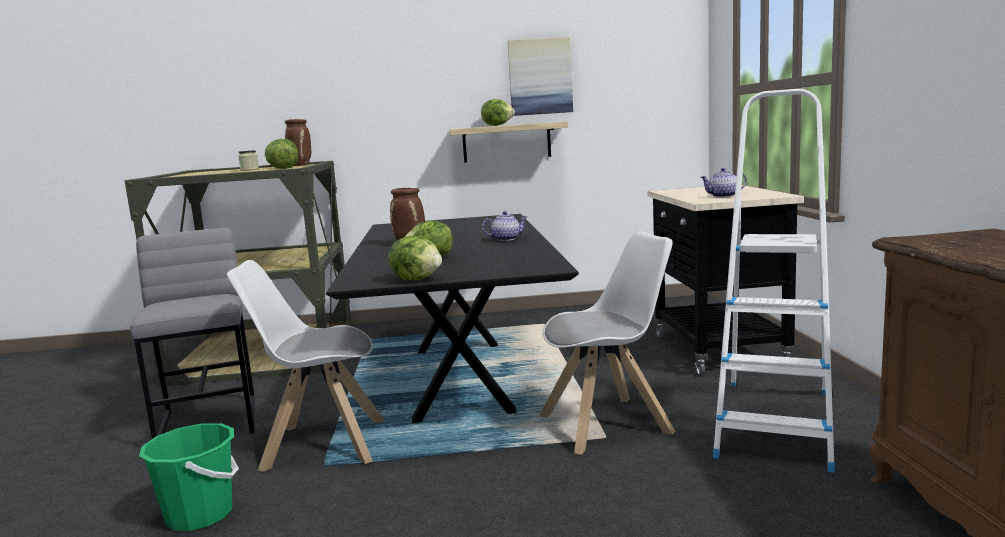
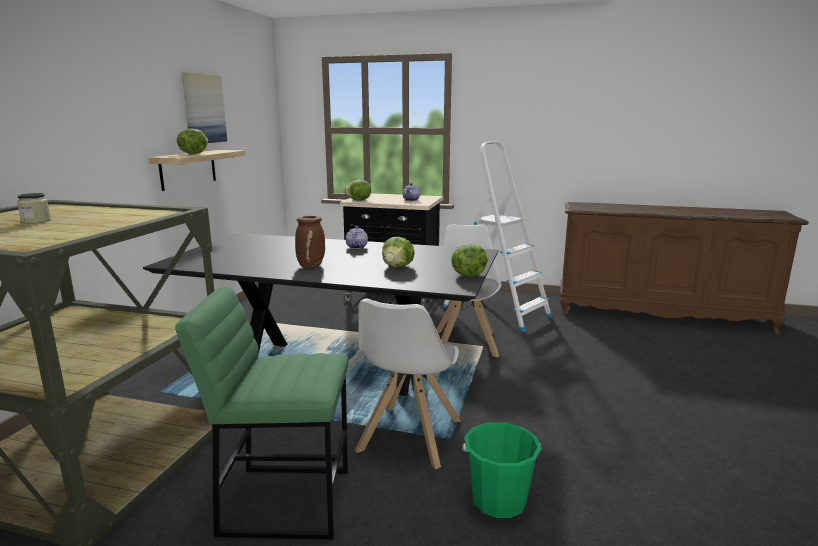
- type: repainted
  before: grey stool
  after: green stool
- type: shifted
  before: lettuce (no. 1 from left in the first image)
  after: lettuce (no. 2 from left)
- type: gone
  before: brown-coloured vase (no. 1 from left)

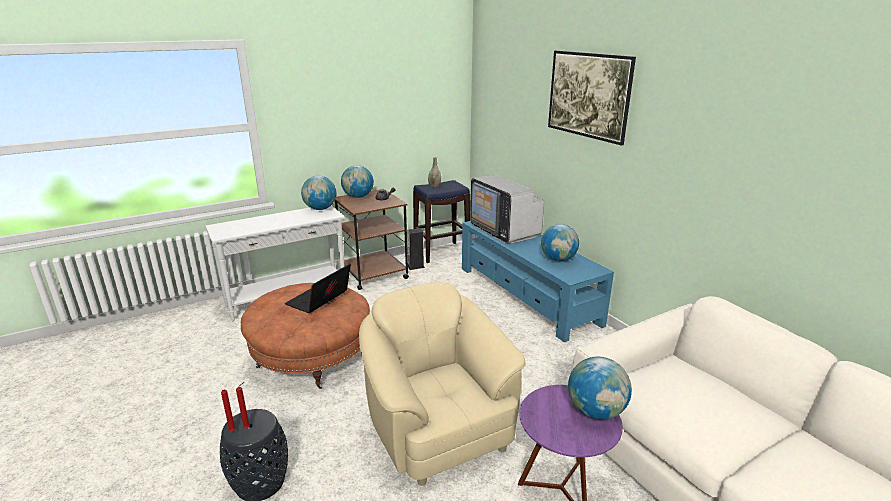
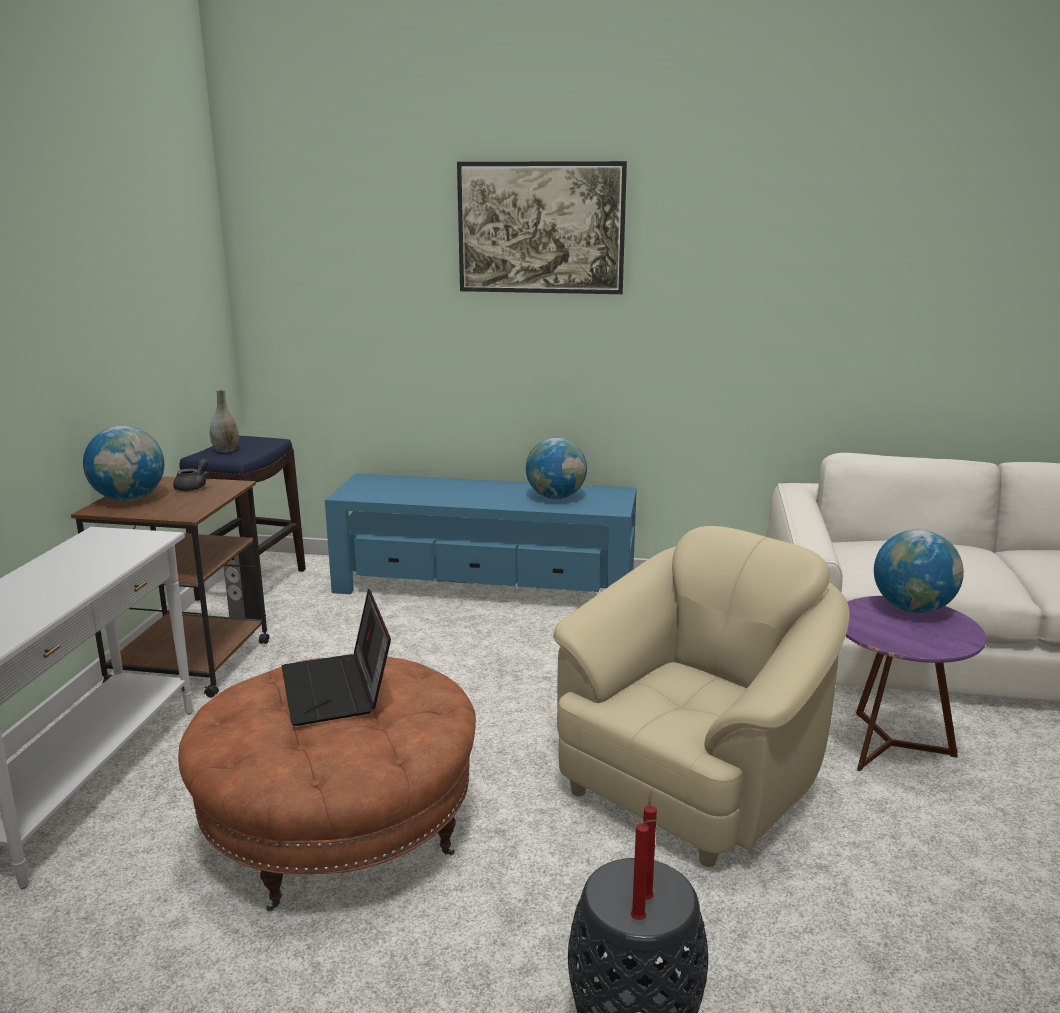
- type: gone
  before: globe (no. 1 from left)
- type: rotated
  before: beige-coloured armchair
  turn: 120
- type: gone
  before: TV

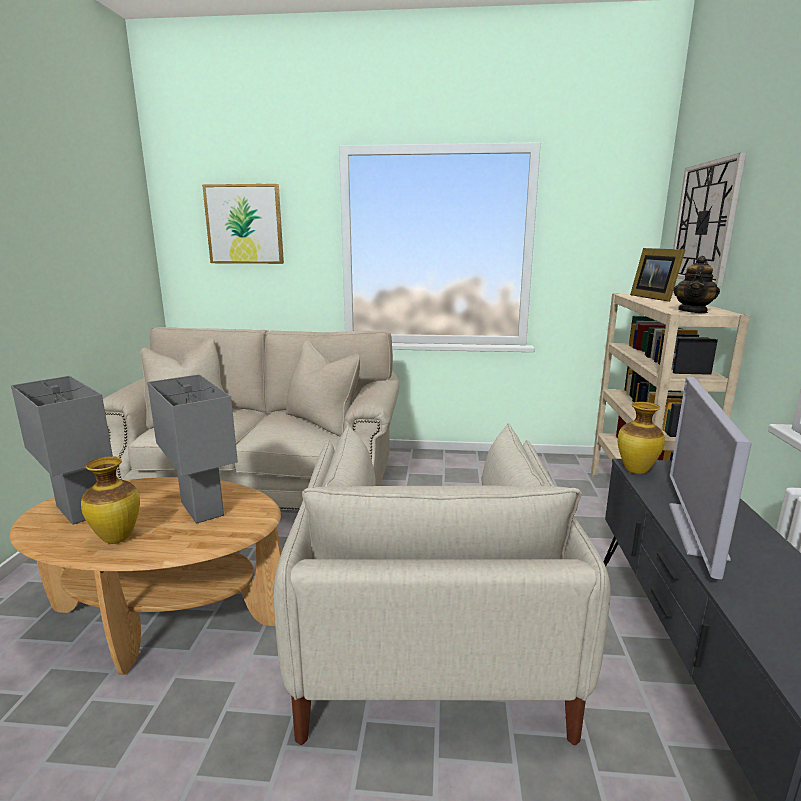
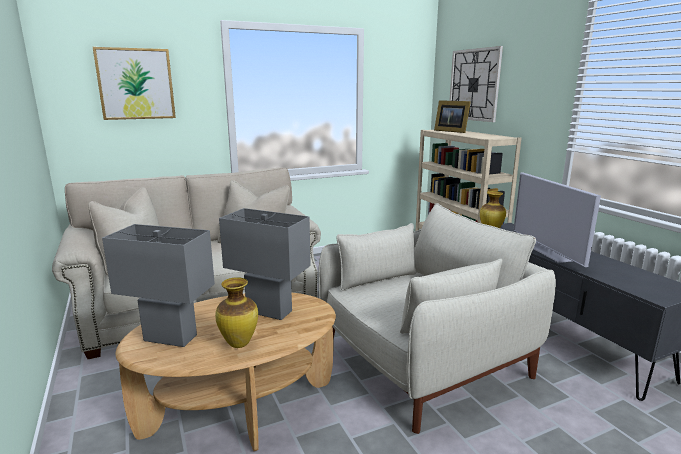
- type: rotated
  before: beige-coloured armchair
  turn: -90
- type: gone
  before: pot for tea

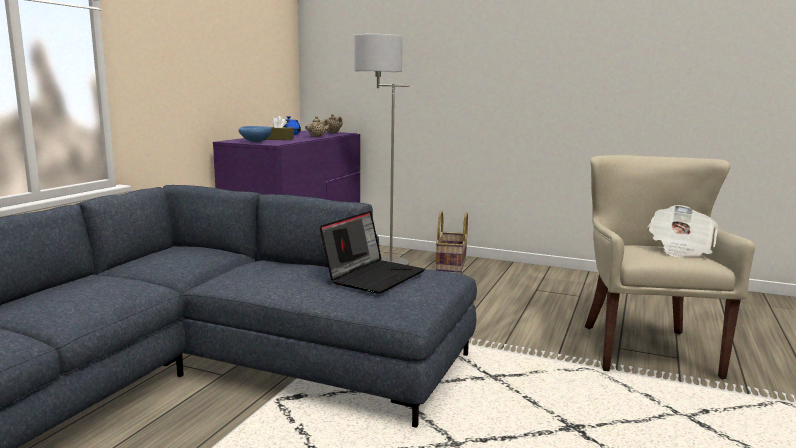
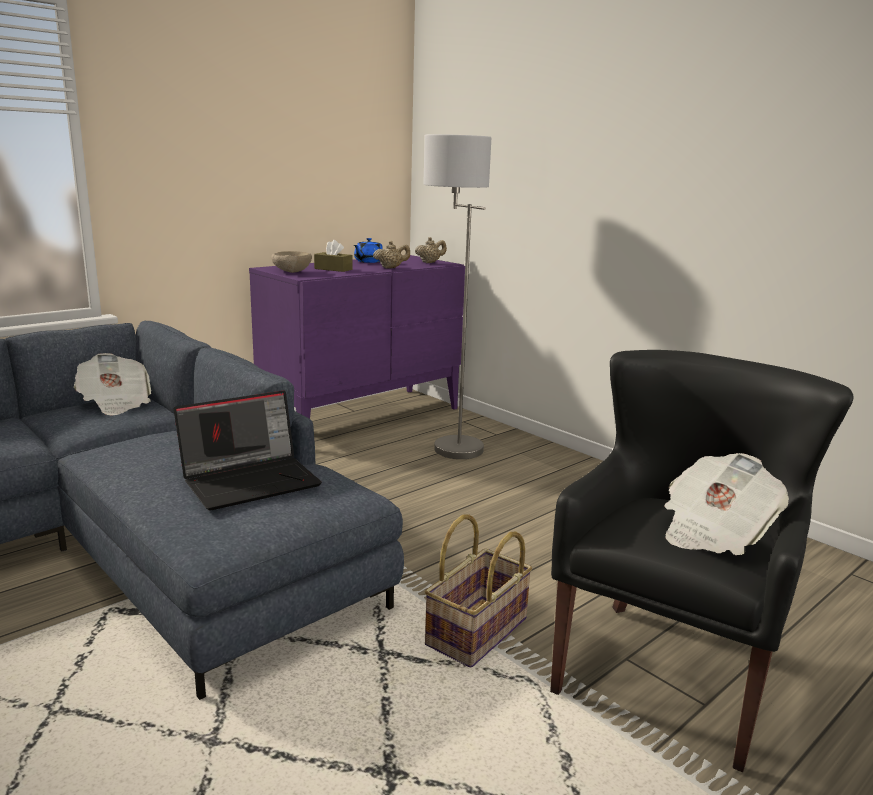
- type: repainted
  before: bluish deep dish
  after: beige-coloured deep dish
- type: shifted
  before: basket
- type: repainted
  before: beige-coloured armchair
  after: black armchair
- type: new
  after: newspaper (no. 1 from left)

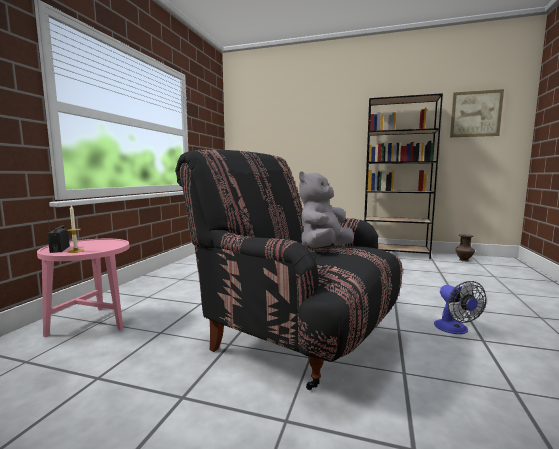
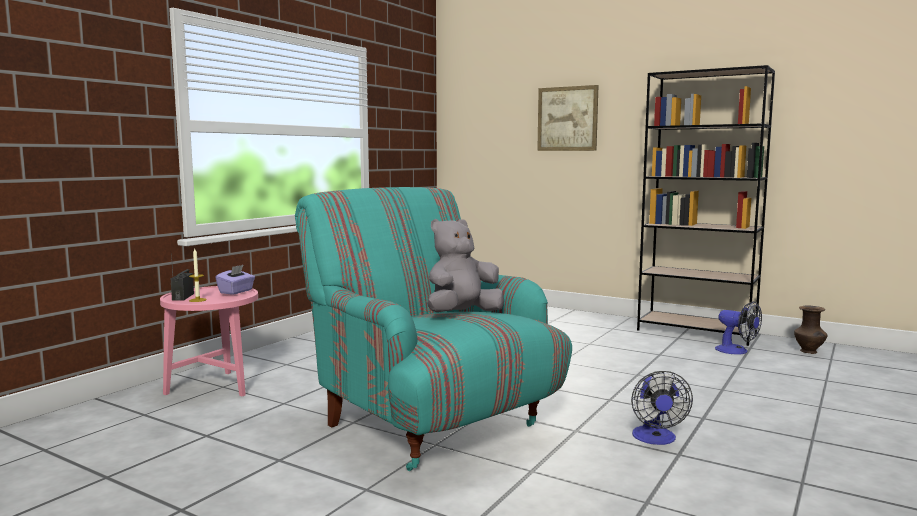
- type: repainted
  before: black armchair
  after: blue-green armchair
- type: shifted
  before: picture
- type: new
  after: purple tissue holder
- type: new
  after: cooling fan (no. 2 from left)

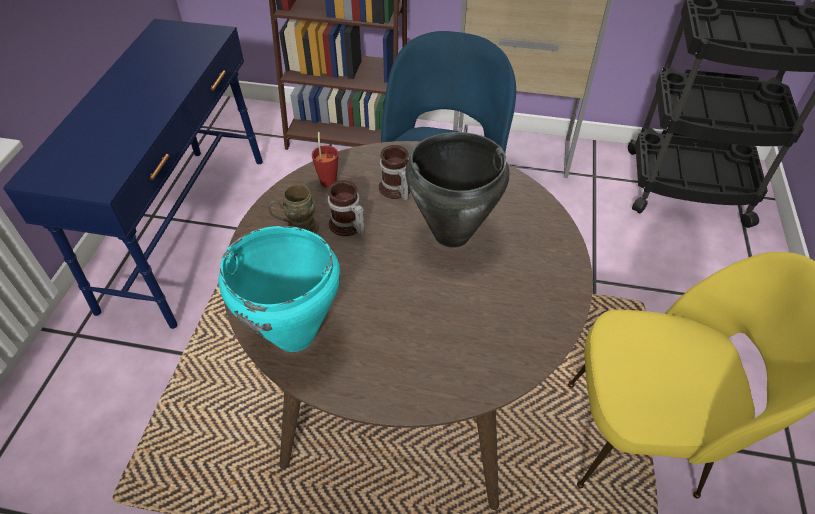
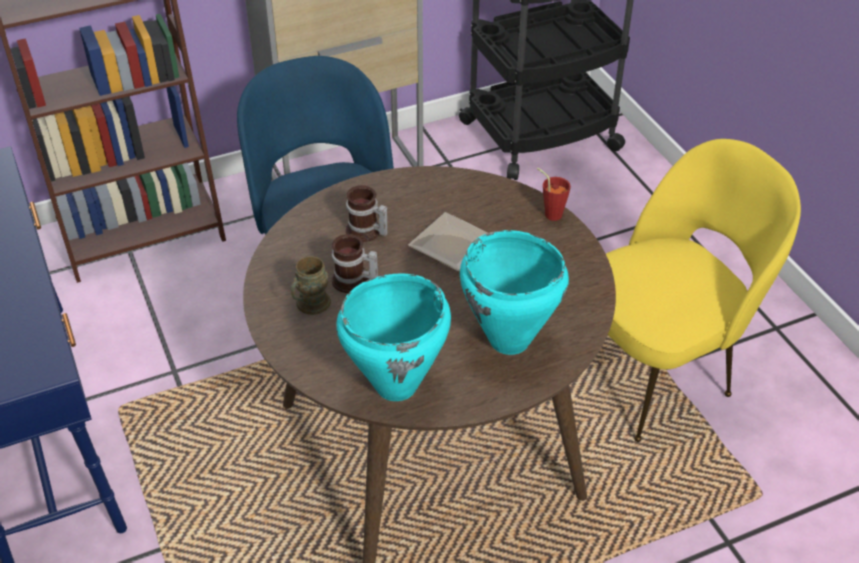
- type: shifted
  before: red-coloured cup
- type: swapped
  before: black stockpot
  after: flat dish
- type: new
  after: blue-green stockpot (no. 2 from left)

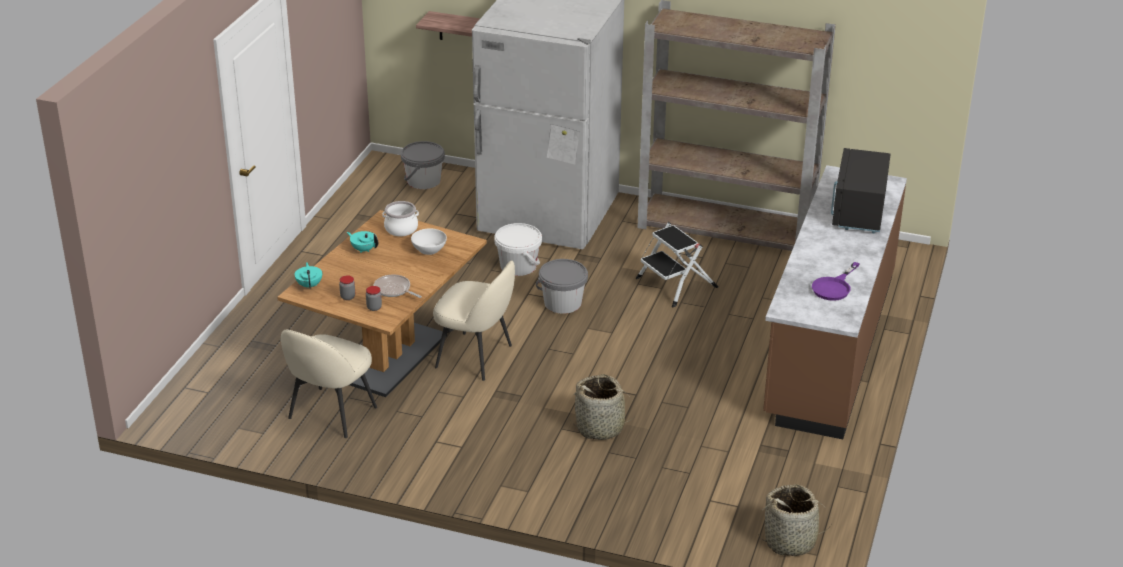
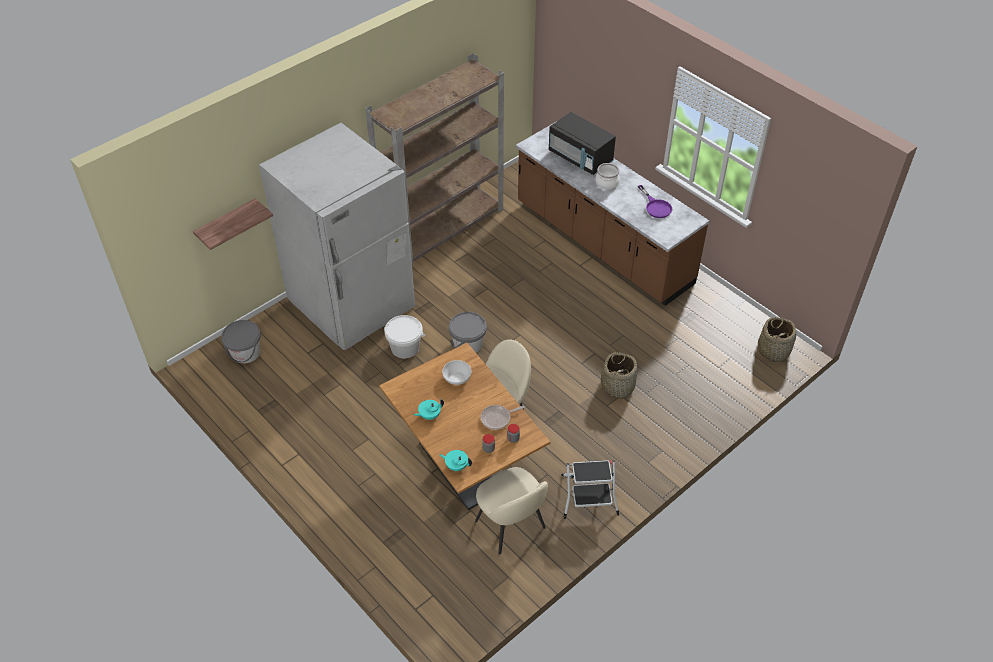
- type: shifted
  before: stockpot
- type: shifted
  before: step ladder

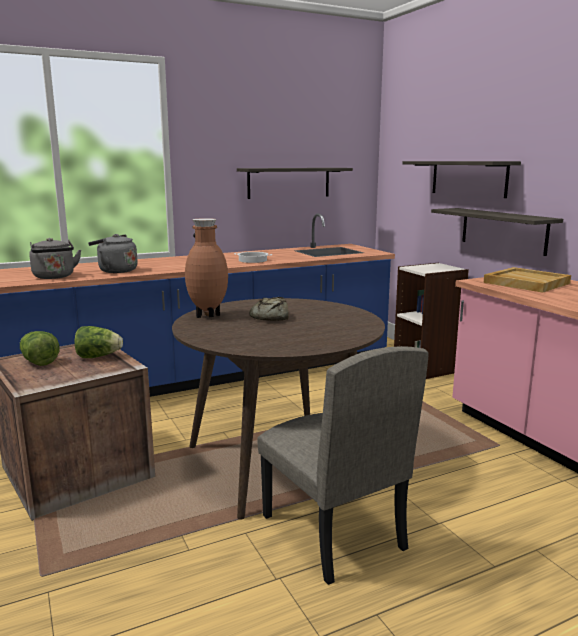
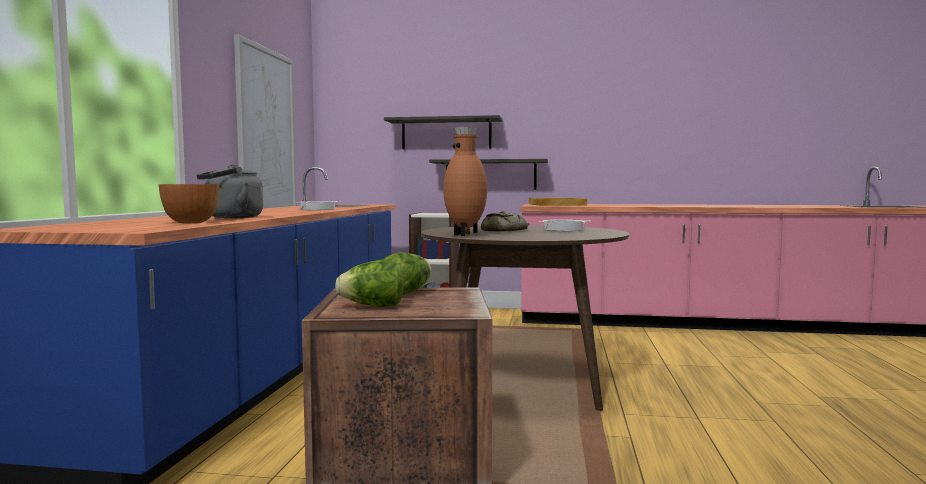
- type: swapped
  before: grey tea kettle (no. 1 from left)
  after: deep dish
- type: swapped
  before: wall shelf (no. 1 from left)
  after: picture
- type: gone
  before: beige-coloured upright chair
- type: new
  after: stockpot (no. 2 from left)

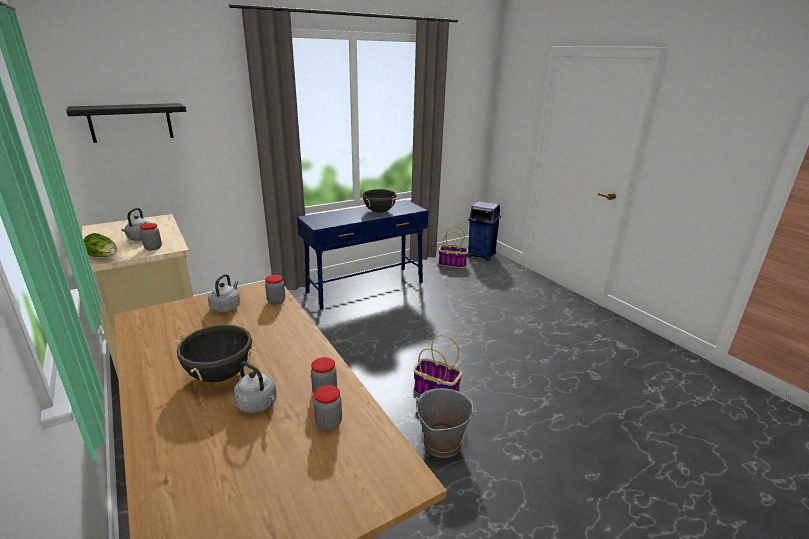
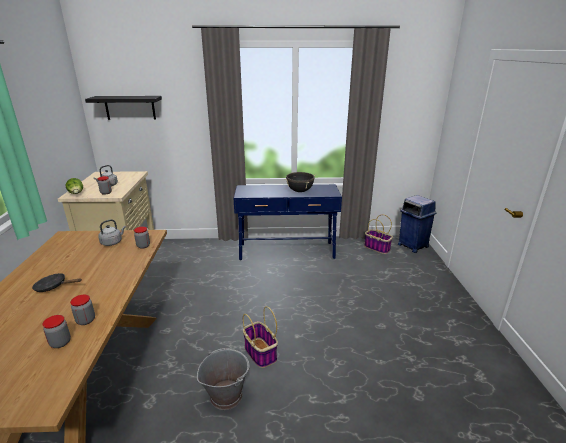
- type: swapped
  before: black stockpot (no. 1 from left)
  after: black frying pan
- type: gone
  before: grey tea kettle (no. 3 from left)

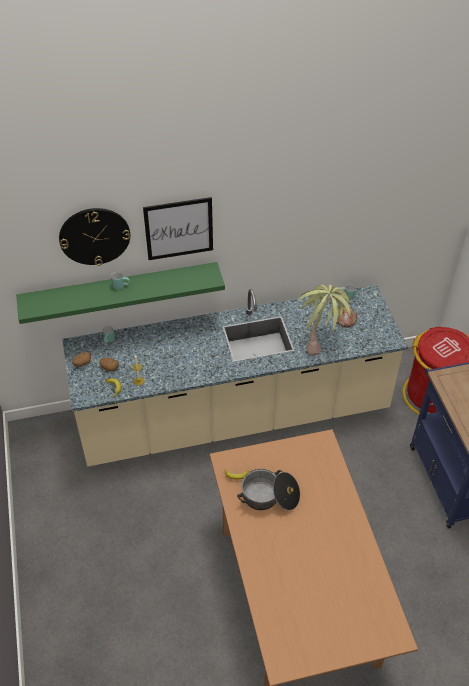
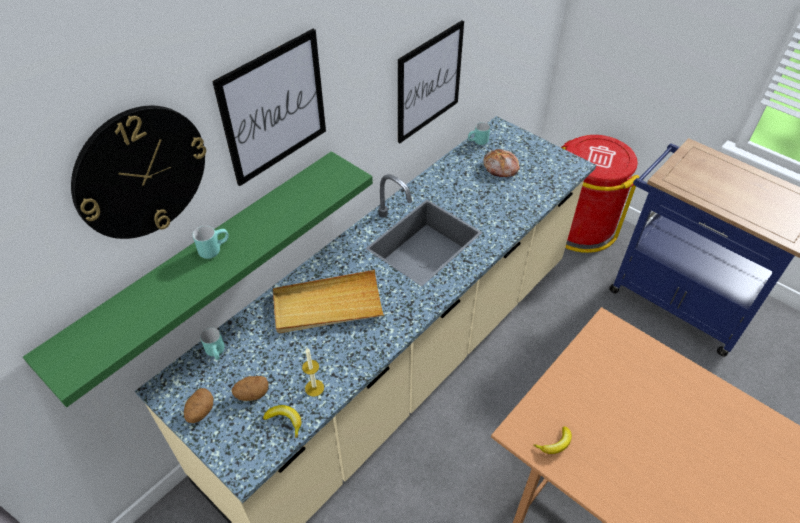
- type: gone
  before: stockpot
- type: gone
  before: plant in a pot
- type: new
  after: beige-coloured serving tray
- type: new
  after: picture (no. 2 from left)

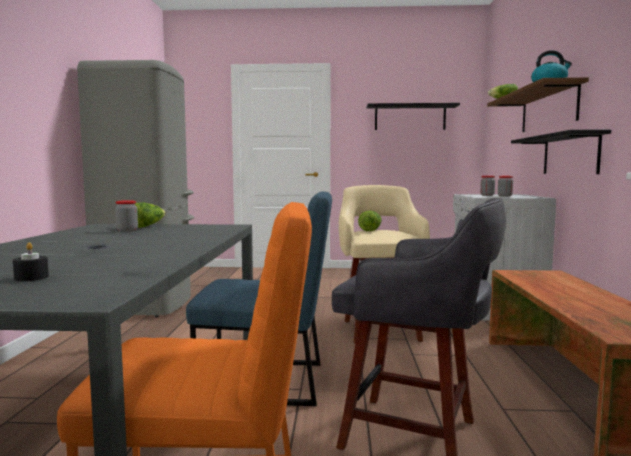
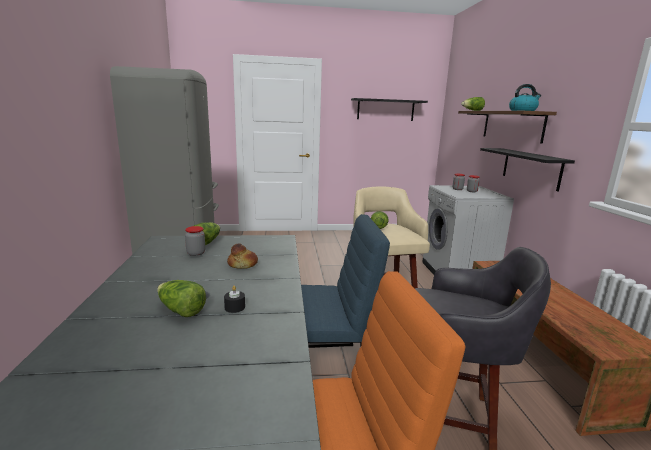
- type: shifted
  before: black candle
- type: new
  after: lettuce (no. 1 from left)
- type: new
  after: bread

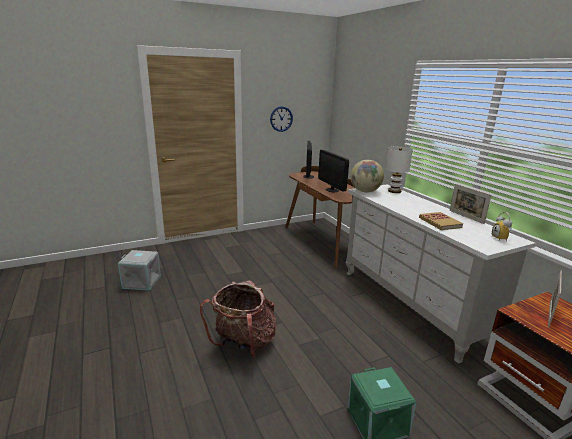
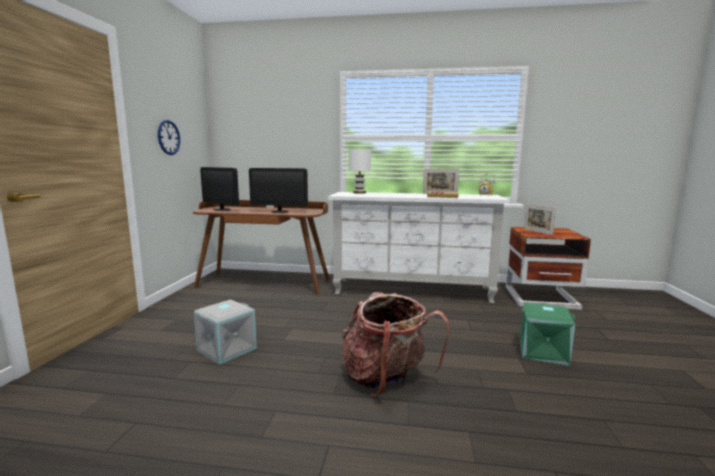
- type: shifted
  before: grey storage container
- type: gone
  before: globe

